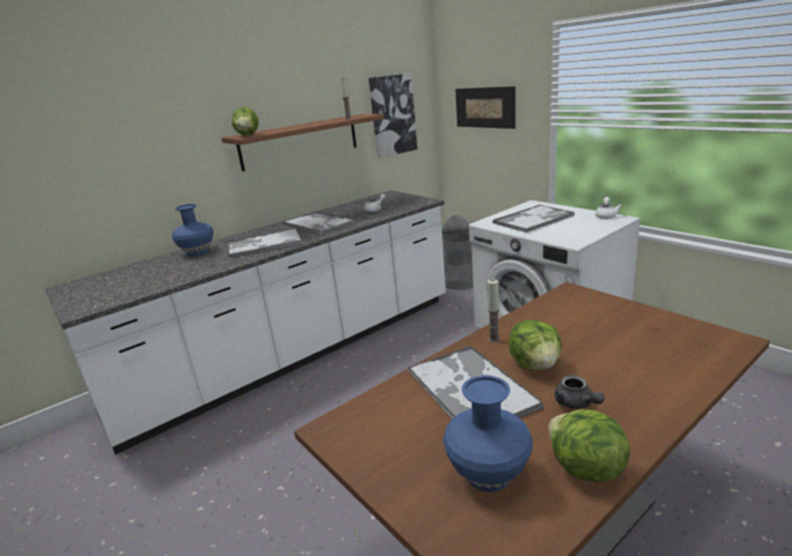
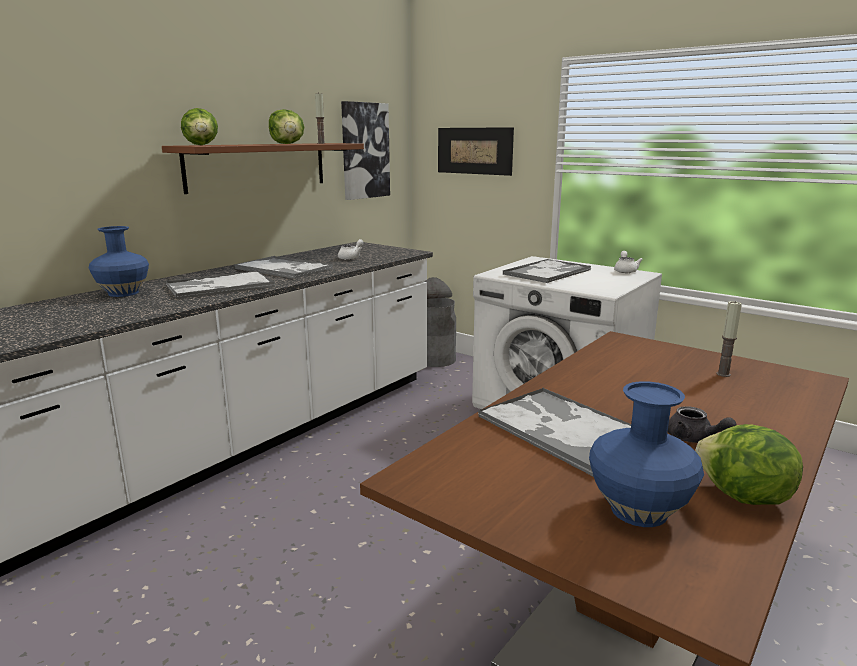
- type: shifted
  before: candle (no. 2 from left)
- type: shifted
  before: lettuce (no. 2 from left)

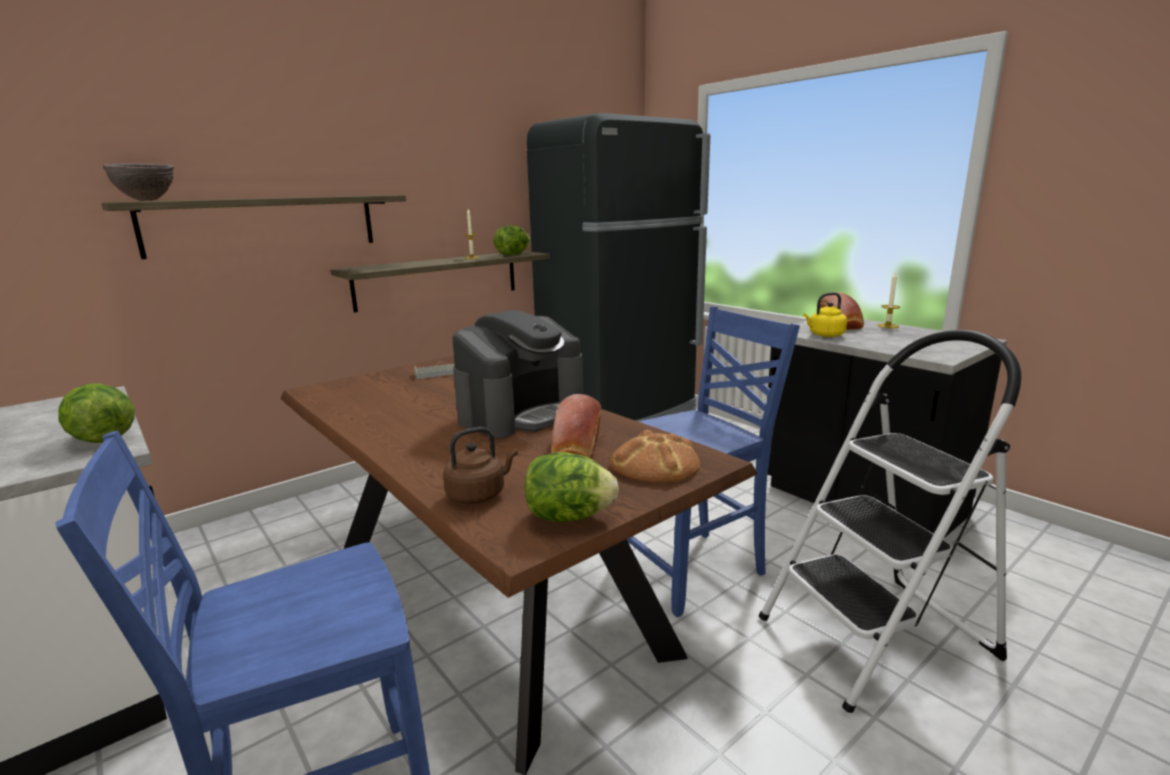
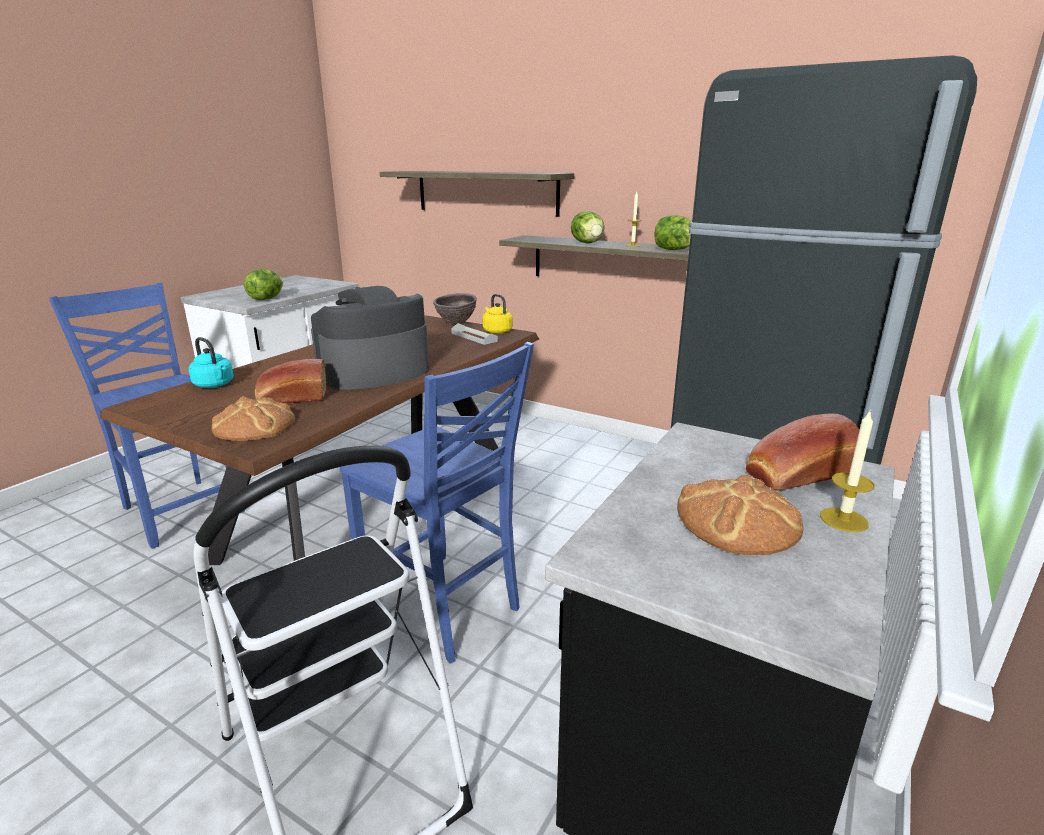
- type: shifted
  before: brown-coloured deep dish
- type: repainted
  before: brown-coloured tea kettle
  after: blue-green tea kettle
- type: rotated
  before: coffee brewer
  turn: 120
- type: shifted
  before: lettuce (no. 3 from left in the first image)
  after: lettuce (no. 2 from left)
- type: shifted
  before: yellow-coloured tea kettle
- type: new
  after: bread (no. 3 from left)

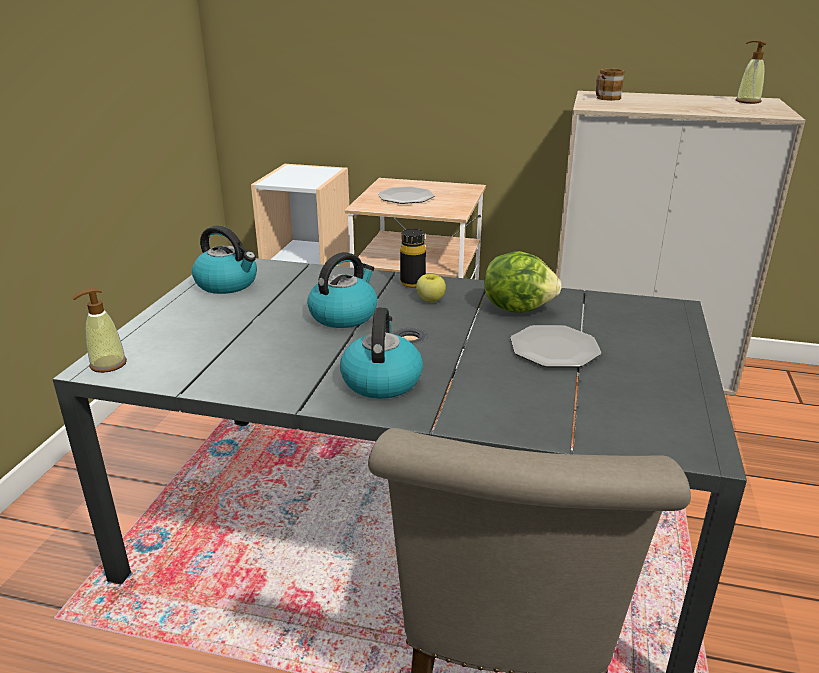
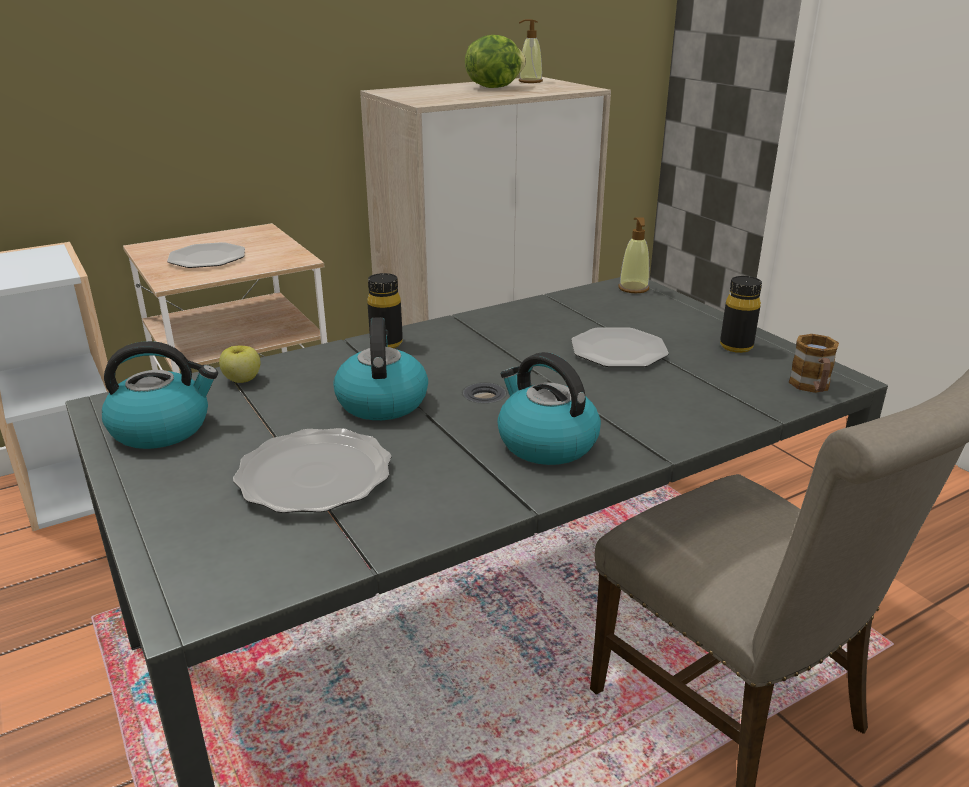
- type: shifted
  before: soap bottle (no. 1 from left in the first image)
  after: soap bottle (no. 2 from left)
- type: shifted
  before: apple fruit
- type: shifted
  before: lettuce
- type: shifted
  before: mug
- type: new
  after: flat dish (no. 2 from left)
- type: new
  after: black drink bottle (no. 2 from left)

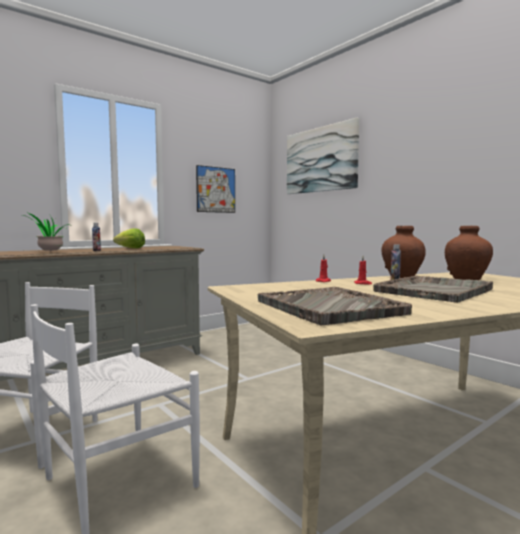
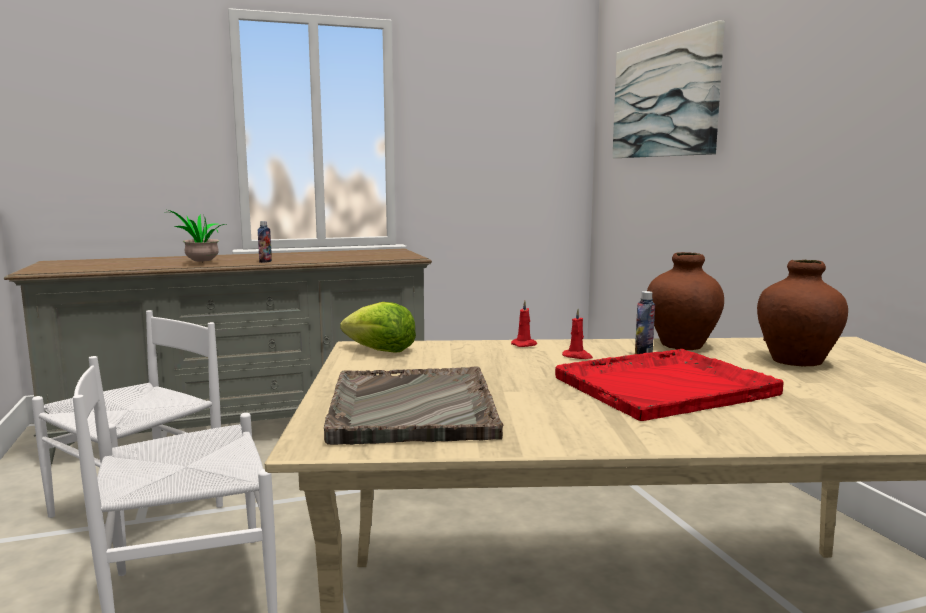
- type: shifted
  before: lettuce
- type: gone
  before: picture (no. 1 from left)
- type: repainted
  before: grey serving tray (no. 2 from left)
  after: red-coloured serving tray

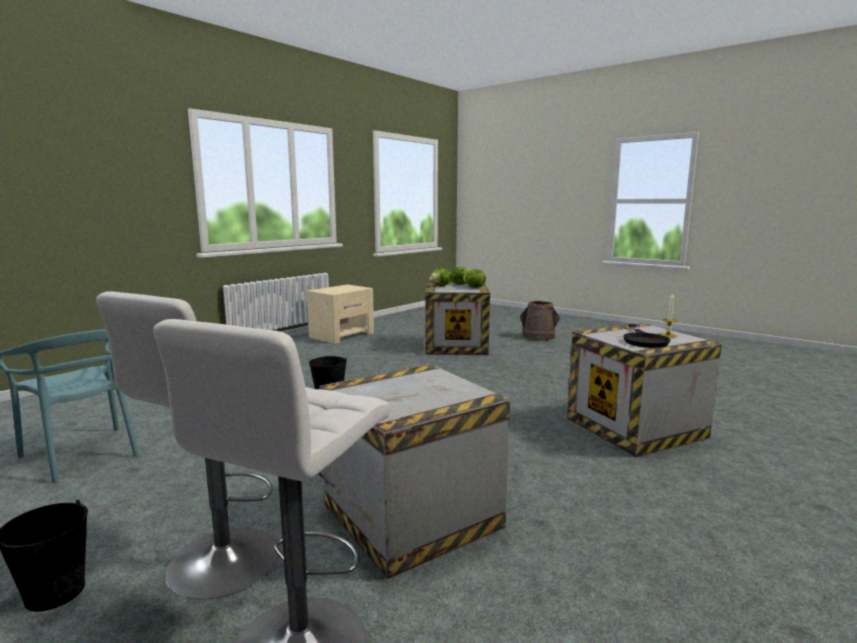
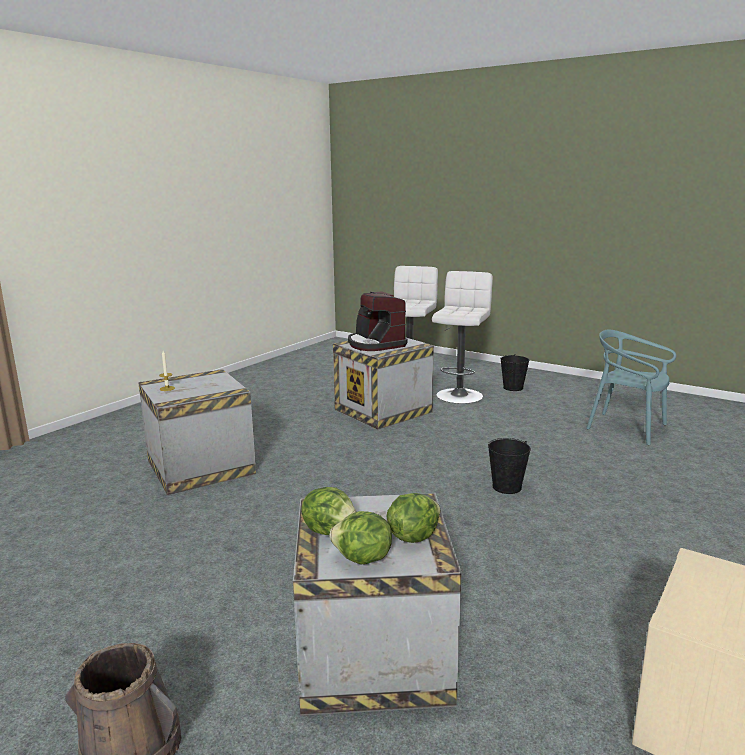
- type: gone
  before: black frying pan
- type: new
  after: coffee brewer

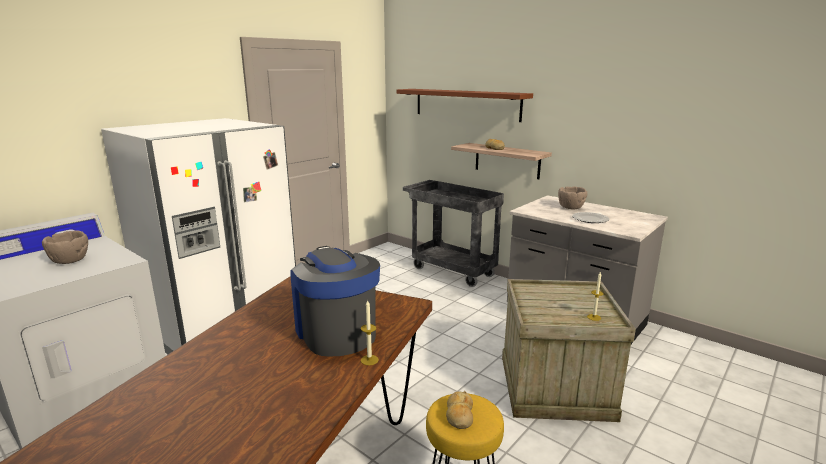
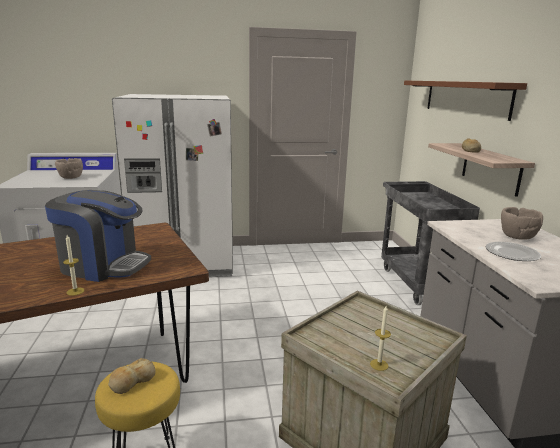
- type: rotated
  before: coffee brewer
  turn: 90

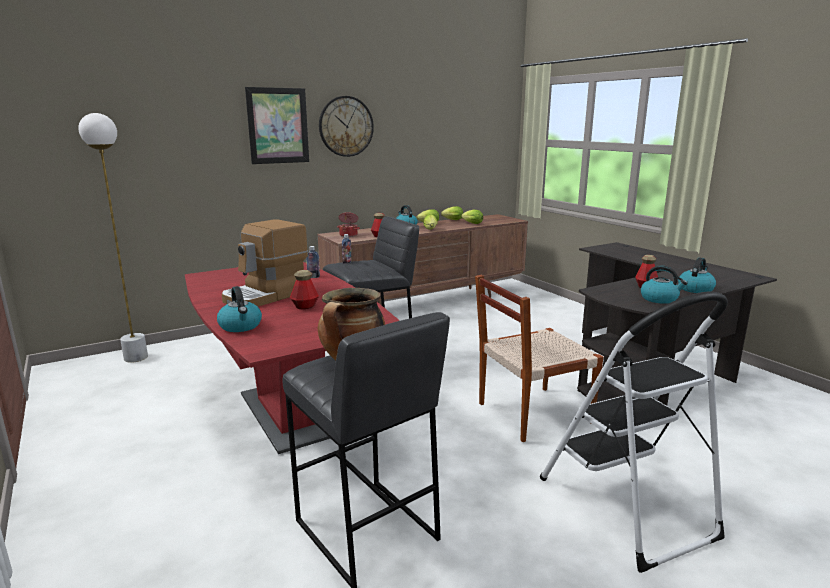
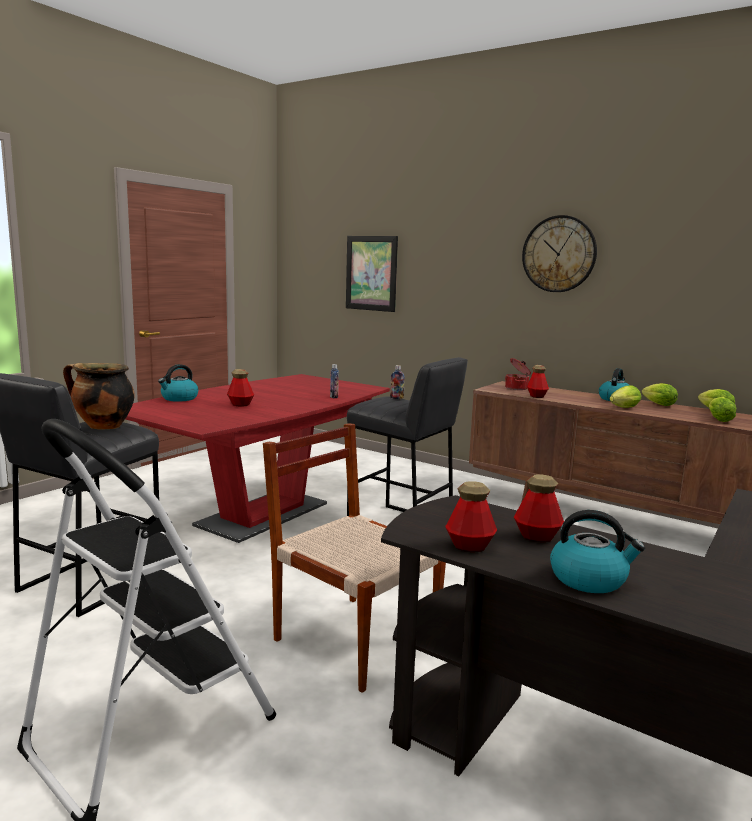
- type: gone
  before: white-coloured standard lamp
- type: gone
  before: coffee brewer
- type: shifted
  before: picture
- type: swapped
  before: tea kettle (no. 3 from left)
  after: drink bottle (no. 4 from left)

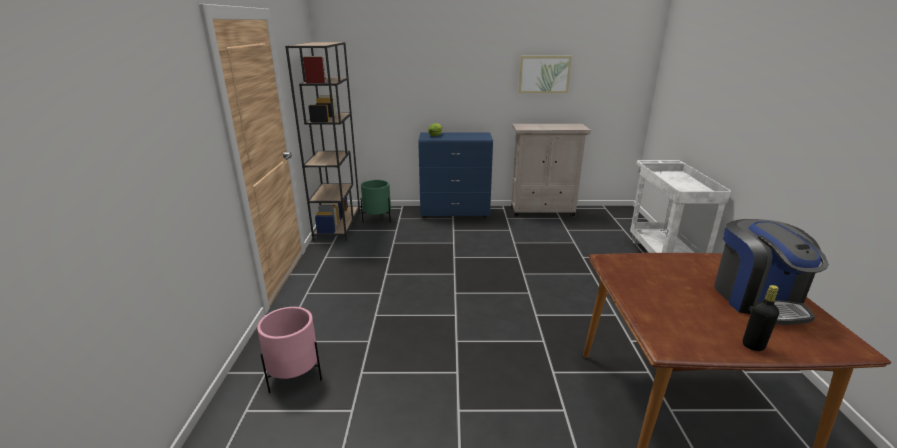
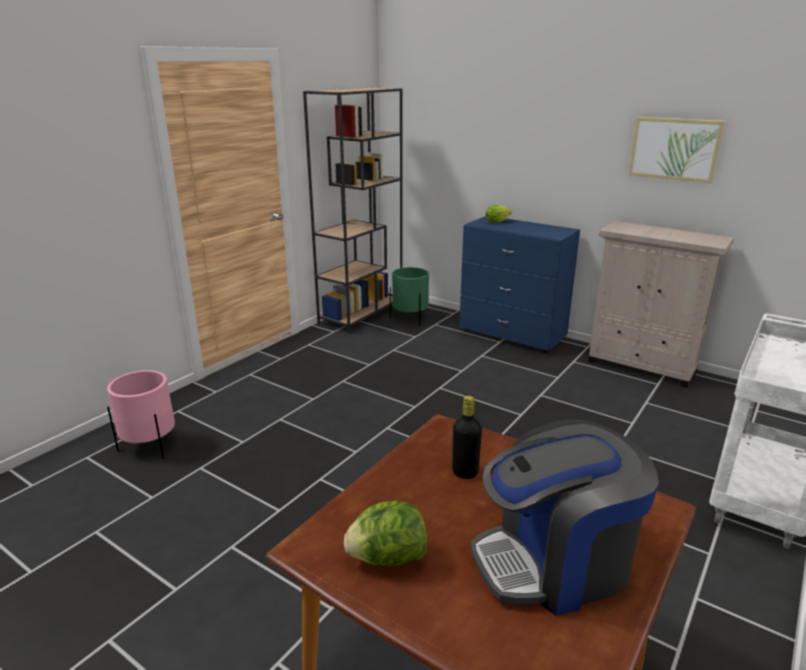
- type: rotated
  before: coffee brewer
  turn: 45
- type: shifted
  before: black drink bottle
- type: new
  after: lettuce (no. 1 from left)

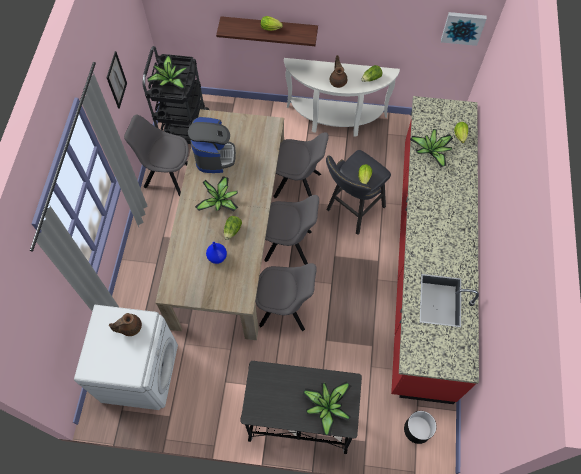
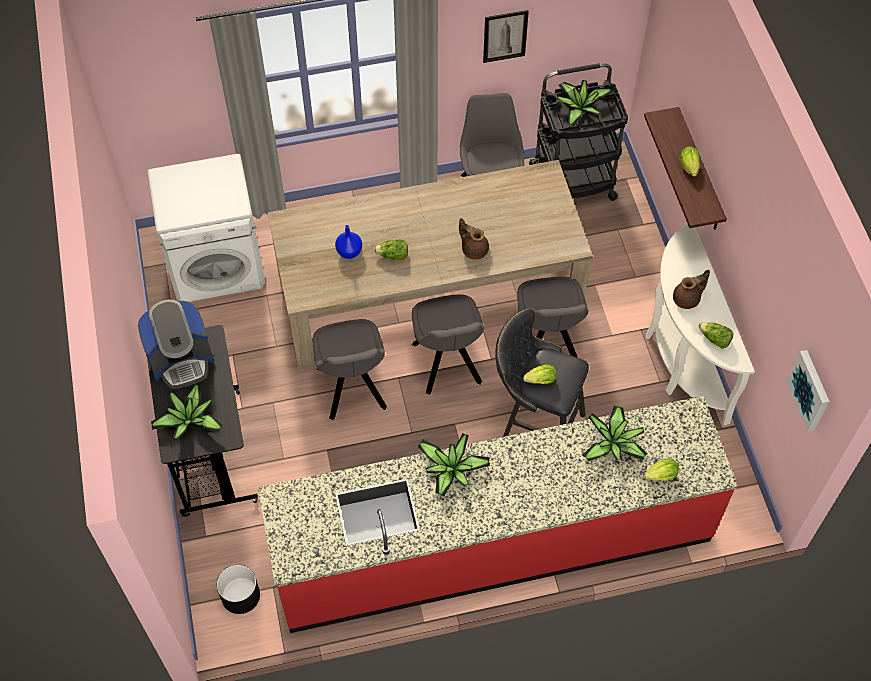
- type: shifted
  before: brown-coloured pot for tea (no. 1 from left)
- type: shifted
  before: coffee brewer
- type: shifted
  before: plant in a pot (no. 2 from left)

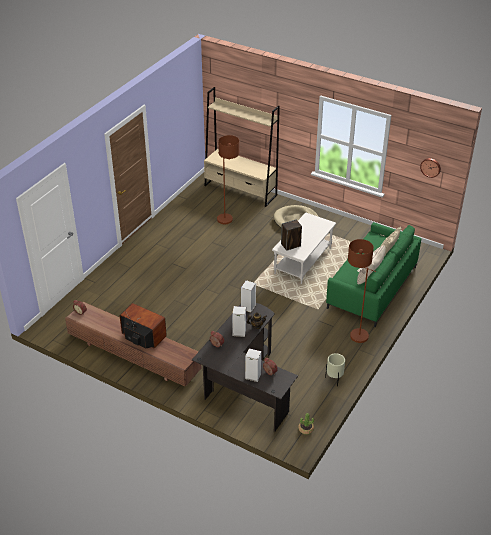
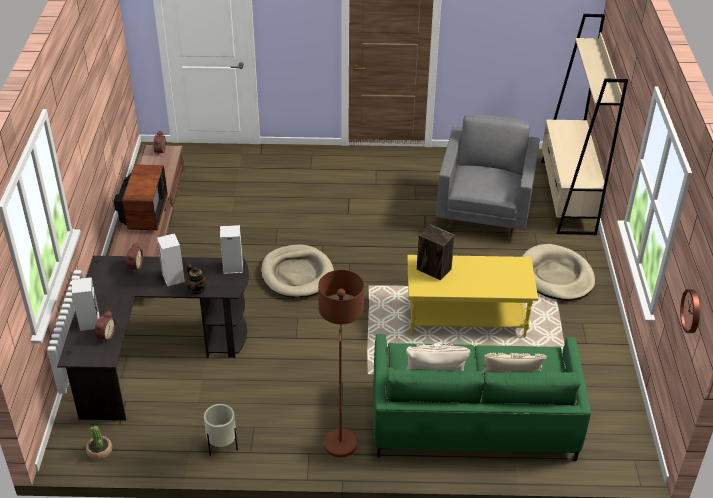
- type: swapped
  before: brown-coloured standard lamp (no. 1 from left)
  after: grey armchair
- type: repainted
  before: white-coloured coffee table
  after: yellow-coloured coffee table
- type: new
  after: beige-coloured dog bed (no. 1 from left)

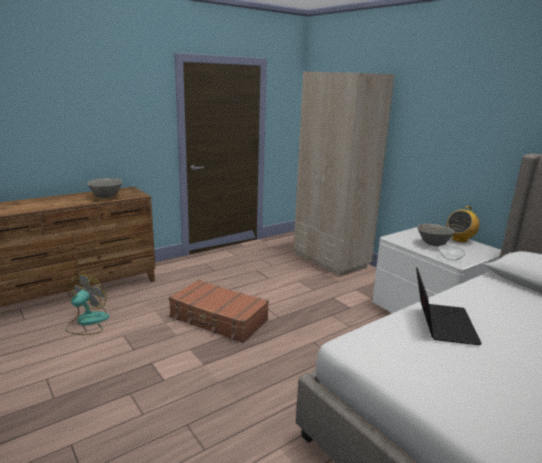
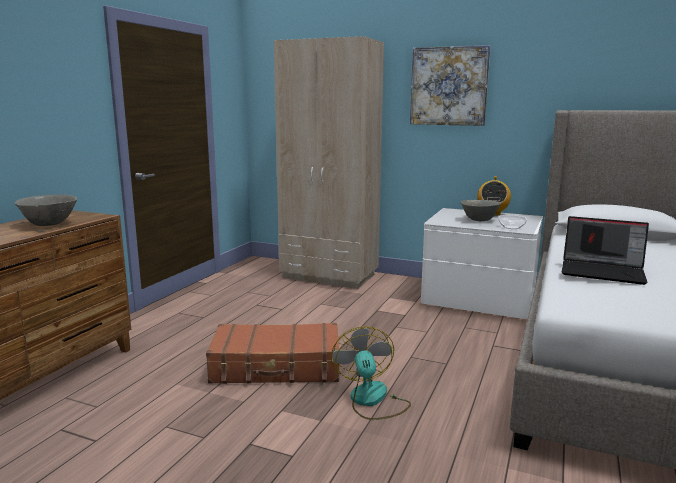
- type: shifted
  before: cooling fan
- type: rotated
  before: notebook computer
  turn: 135
- type: new
  after: picture

